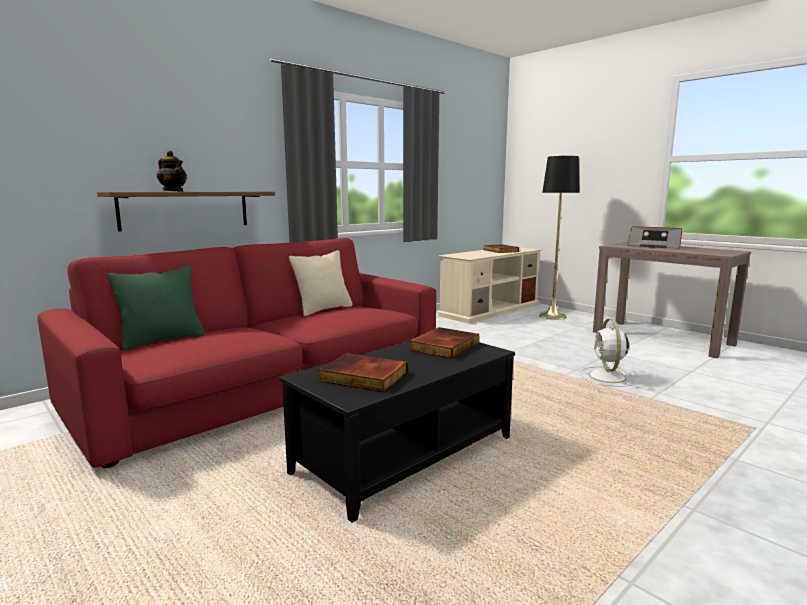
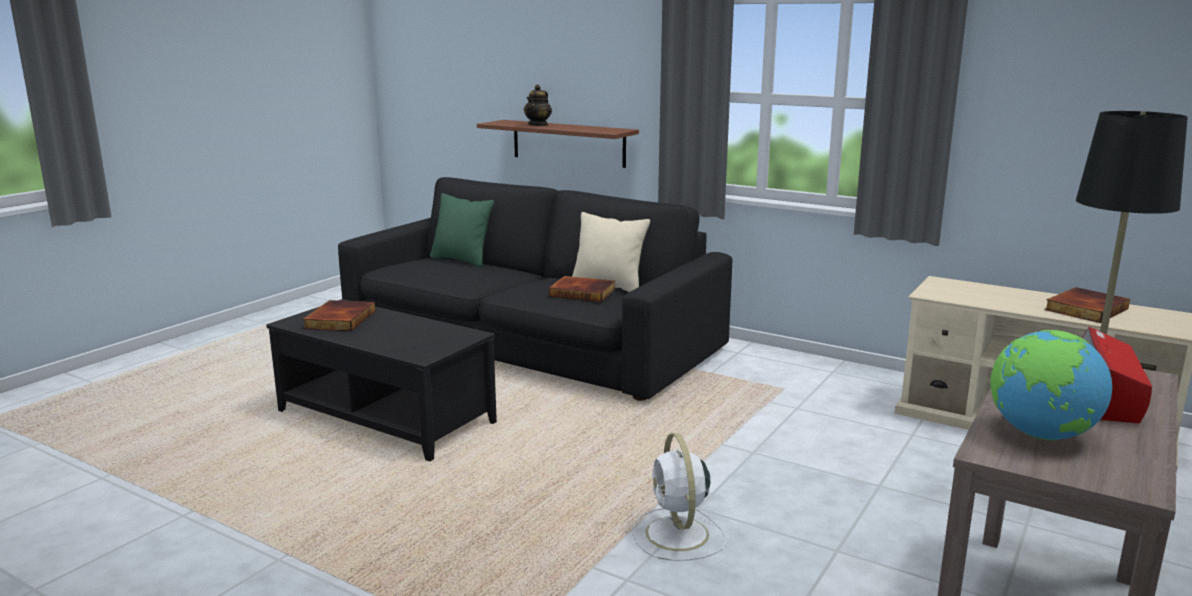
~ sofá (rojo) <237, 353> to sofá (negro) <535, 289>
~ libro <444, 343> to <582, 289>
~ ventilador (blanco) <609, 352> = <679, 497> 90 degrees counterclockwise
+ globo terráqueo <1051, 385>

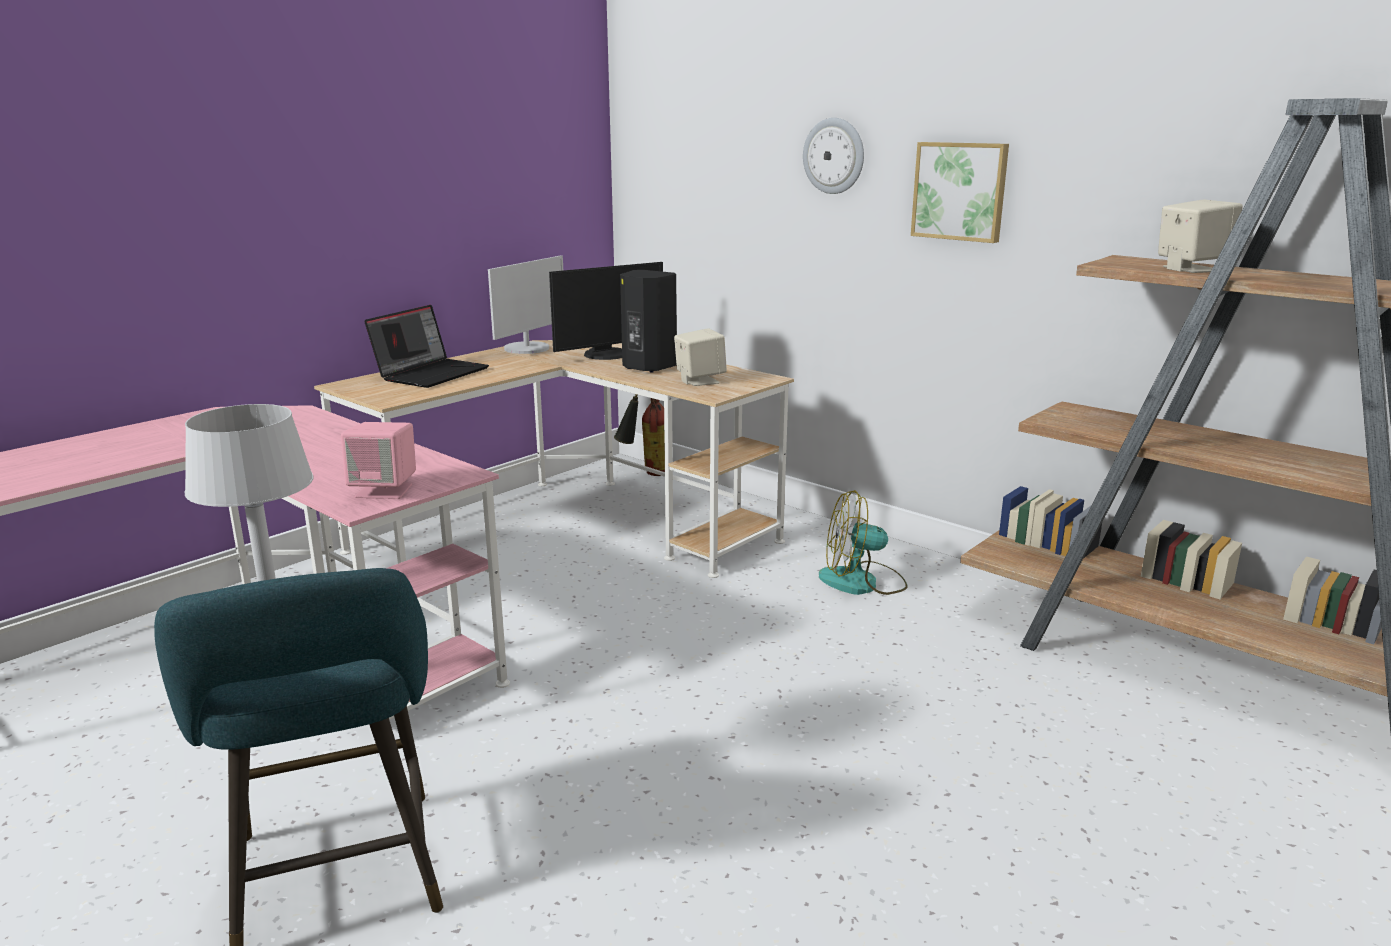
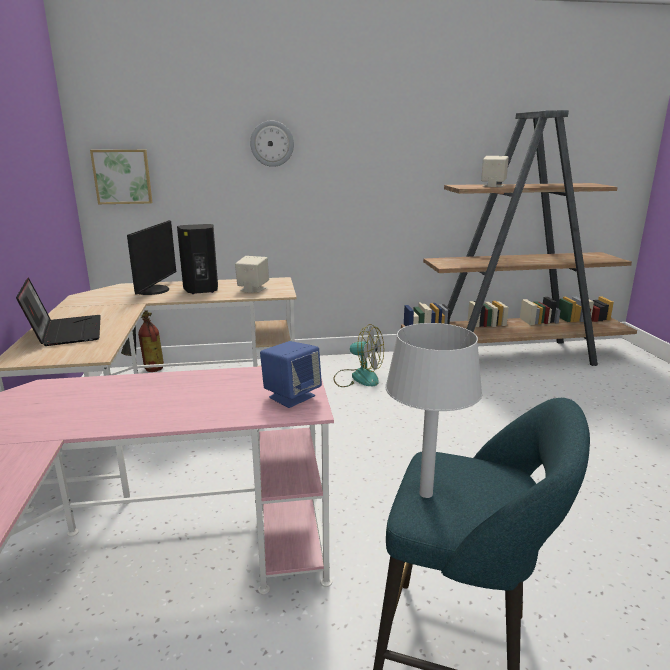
~ altavoz (rosa) <378, 460> to altavoz (azul) <291, 374>
- monitor <525, 304>
~ ventilador <863, 542> = <358, 355> 105 degrees counterclockwise
~ cuadro <960, 192> to <121, 177>

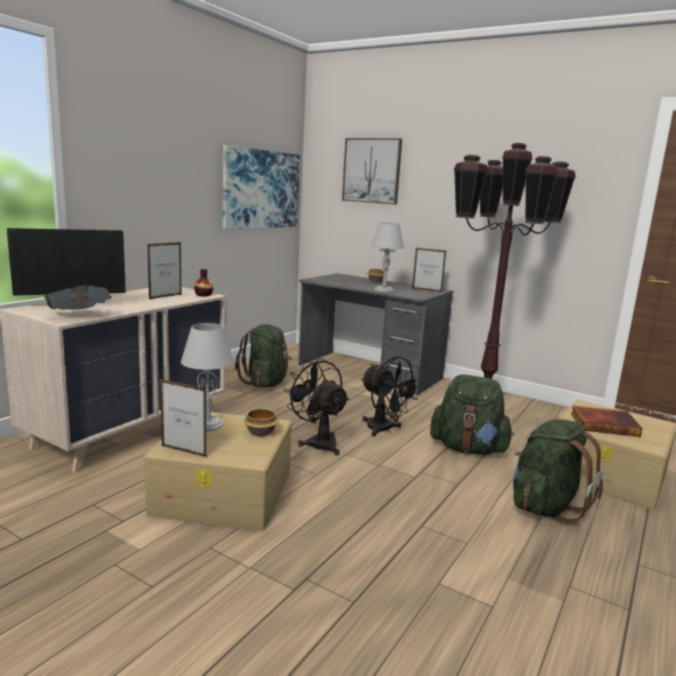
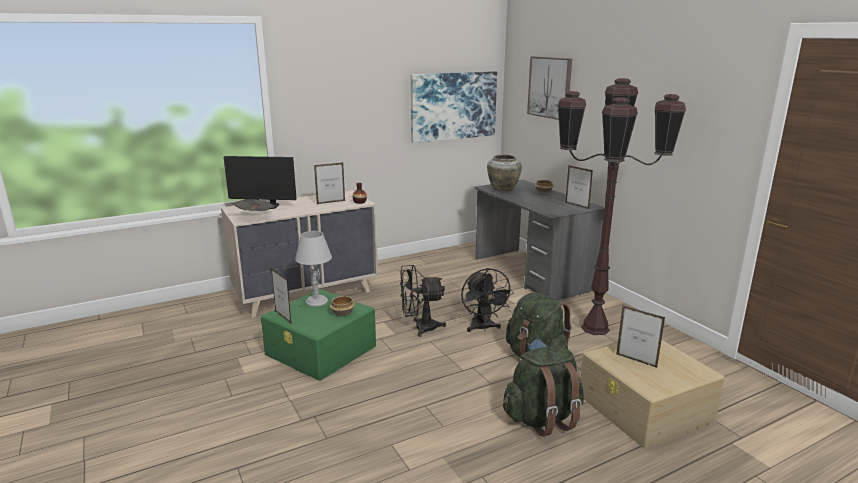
~ caja de almacenaje (beis) <218, 471> to caja de almacenaje (verde) <318, 335>
- mochila (verde) <263, 355>
~ ventilador (negro) <316, 407> = <423, 301> 90 degrees counterclockwise
- lámpara de mesa (gris) <387, 257>
~ libro <606, 421> to portarretratos <640, 337>
+ florero (beis) <504, 172>

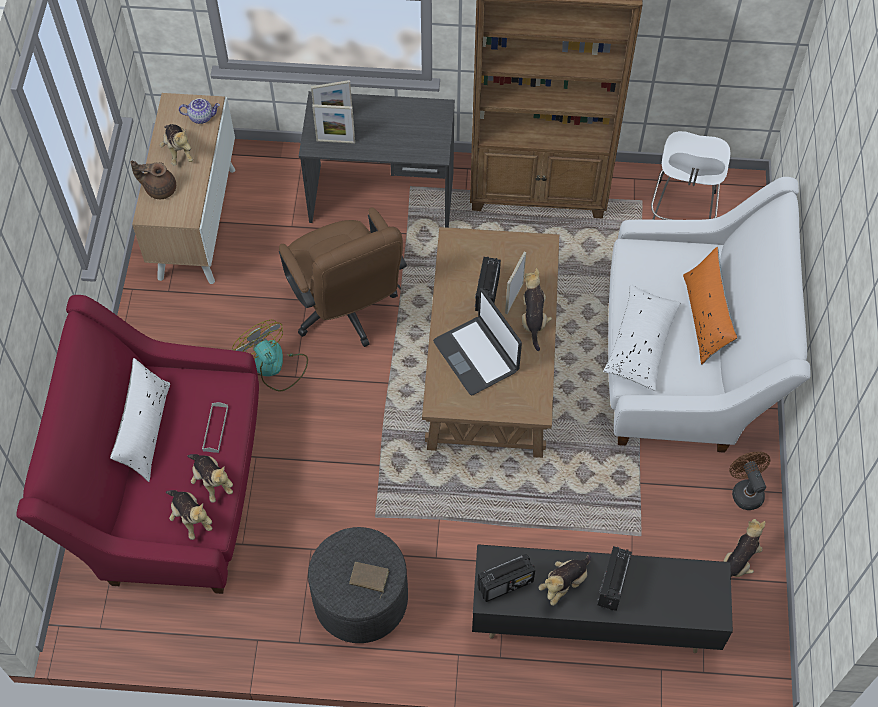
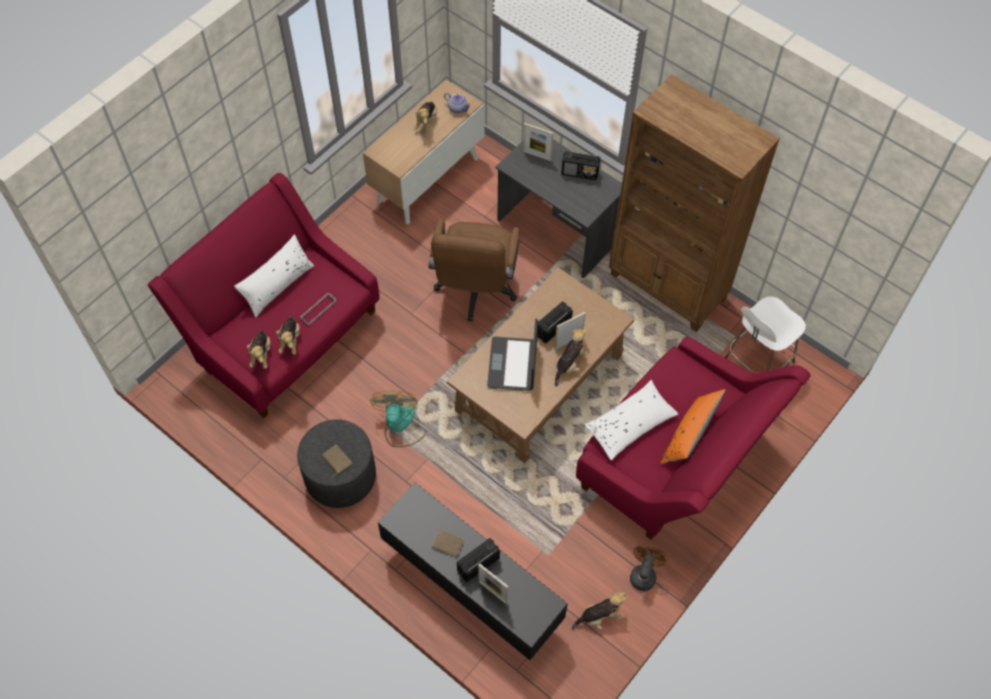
- tetera (marrón) <153, 180>
~ ventilador <270, 355> to <398, 419>
~ portarretratos <333, 124> to <493, 584>
~ radio <506, 578> to <581, 165>
~ peluche <565, 580> to libro (marrón) <447, 541>
~ sofá (blanco) <709, 315> to sofá (rojo) <693, 438>

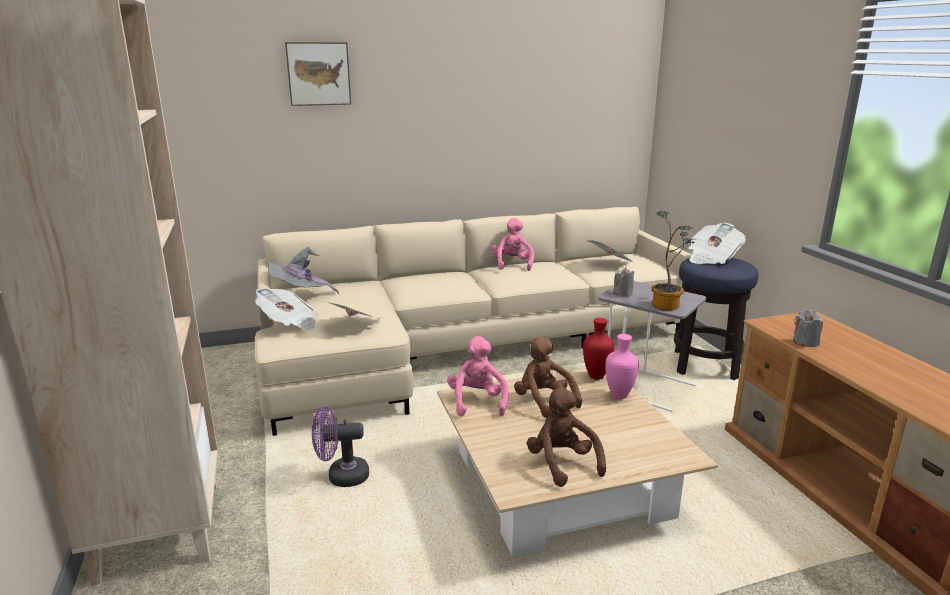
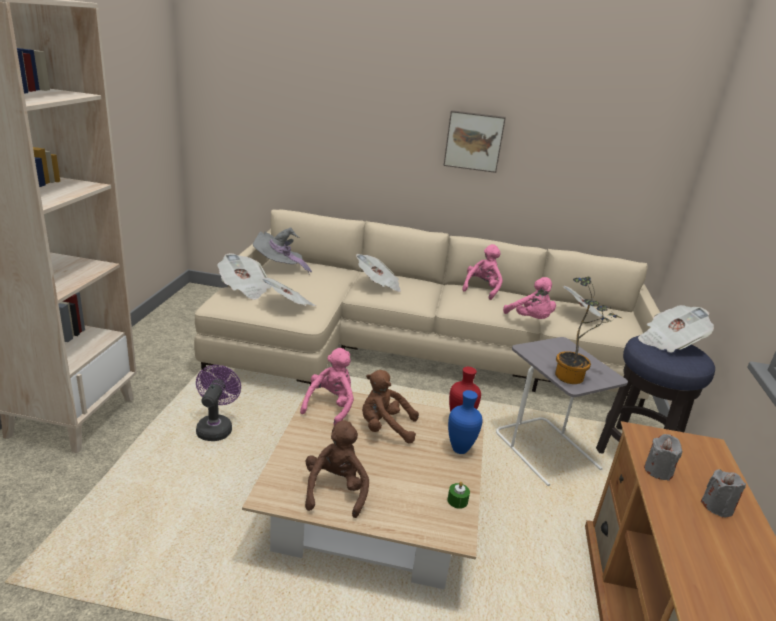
~ cuadro <318, 74> to <474, 141>
~ ventilador (morado) <340, 446> = <218, 403> 75 degrees clockwise
~ peluche (marrón) <548, 377> = <390, 406> 75 degrees counterclockwise
~ florero (rosa) <622, 366> to florero (azul) <465, 422>
~ vela (gris) <623, 282> to <723, 493>
+ periódico <378, 273>
+ vela (verde) <458, 495>
+ peluche (rosa) <529, 298>

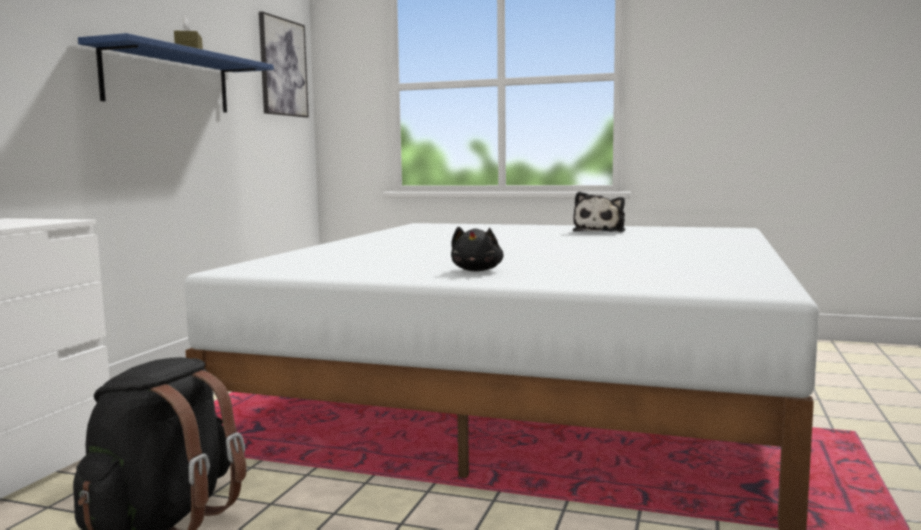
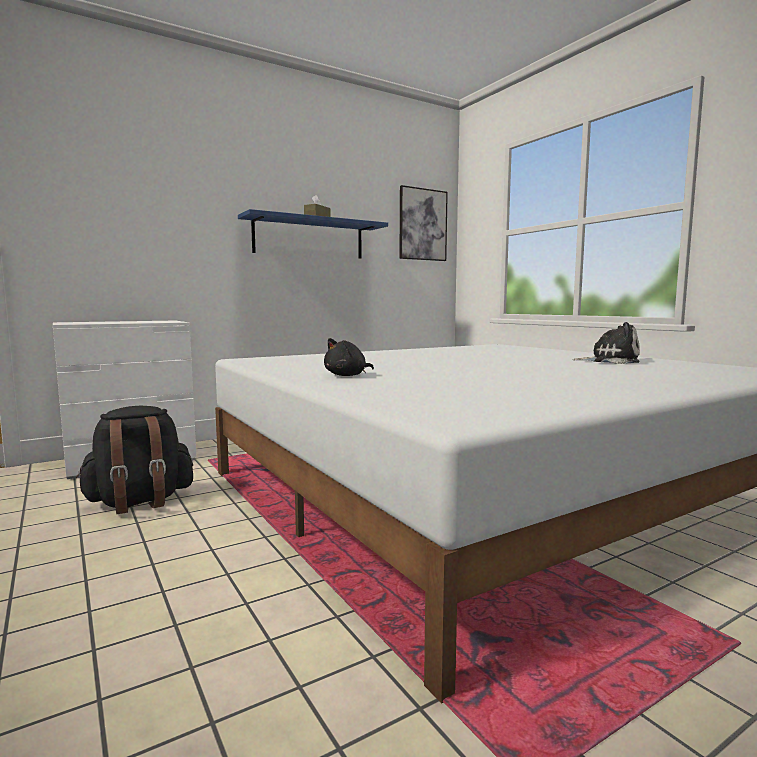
~ peluche <599, 211> = <606, 343> 135 degrees counterclockwise

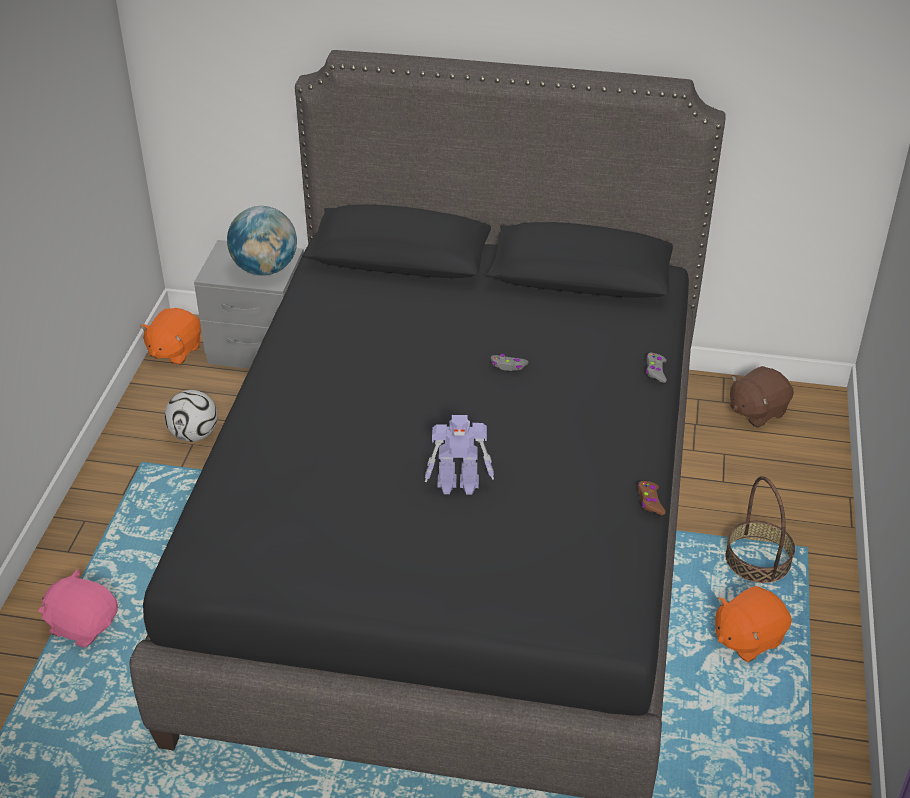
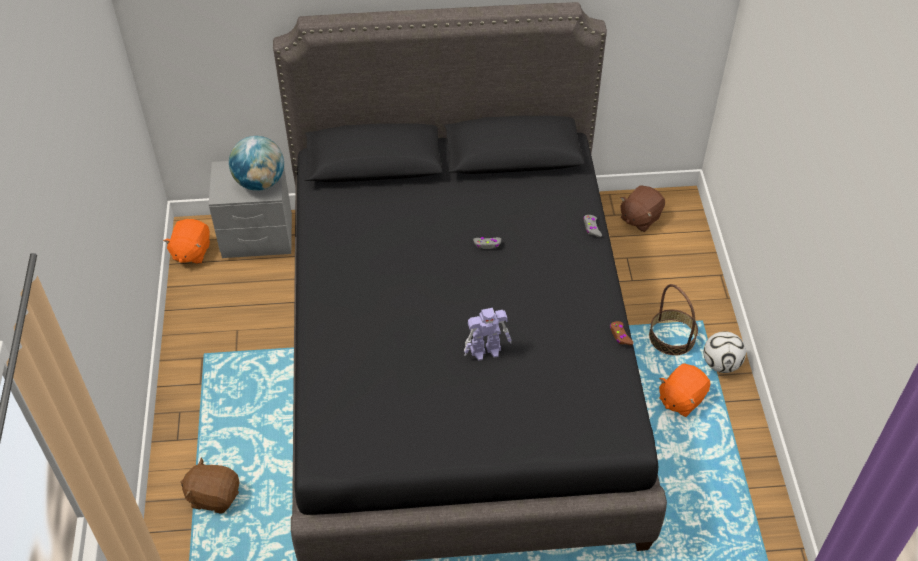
~ peluche (rosa) <78, 608> to peluche (marrón) <210, 485>
~ balón de fútbol <191, 416> to <725, 352>

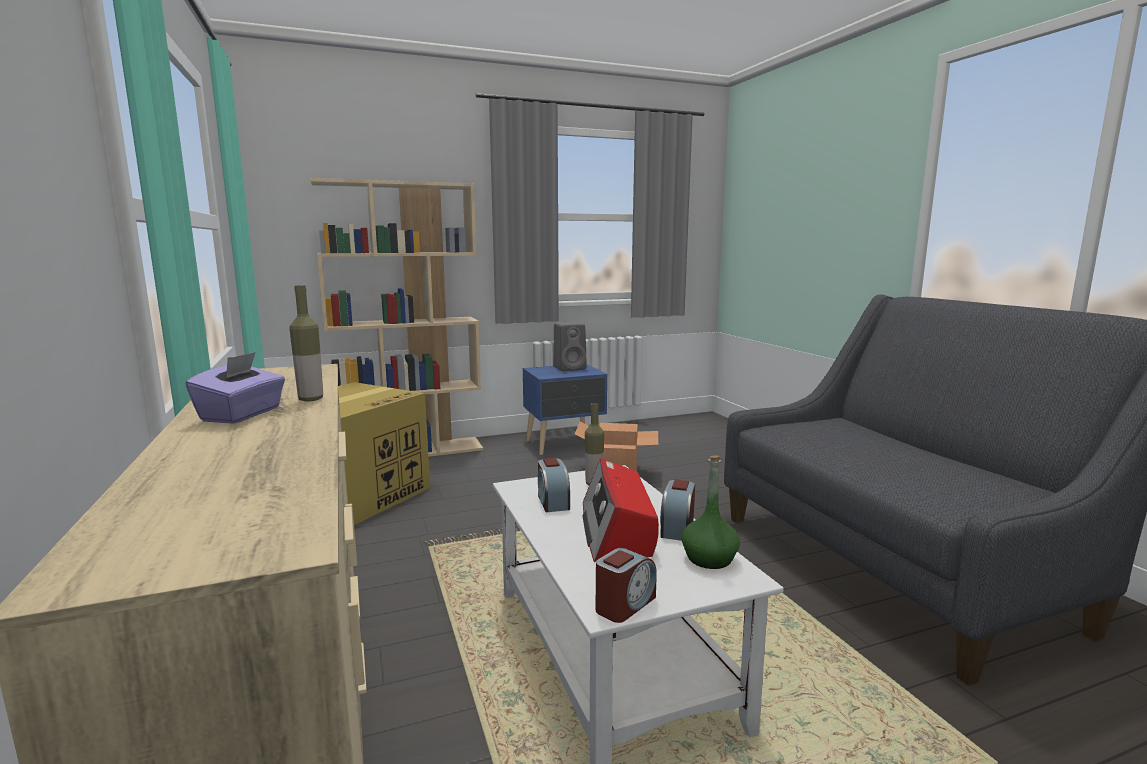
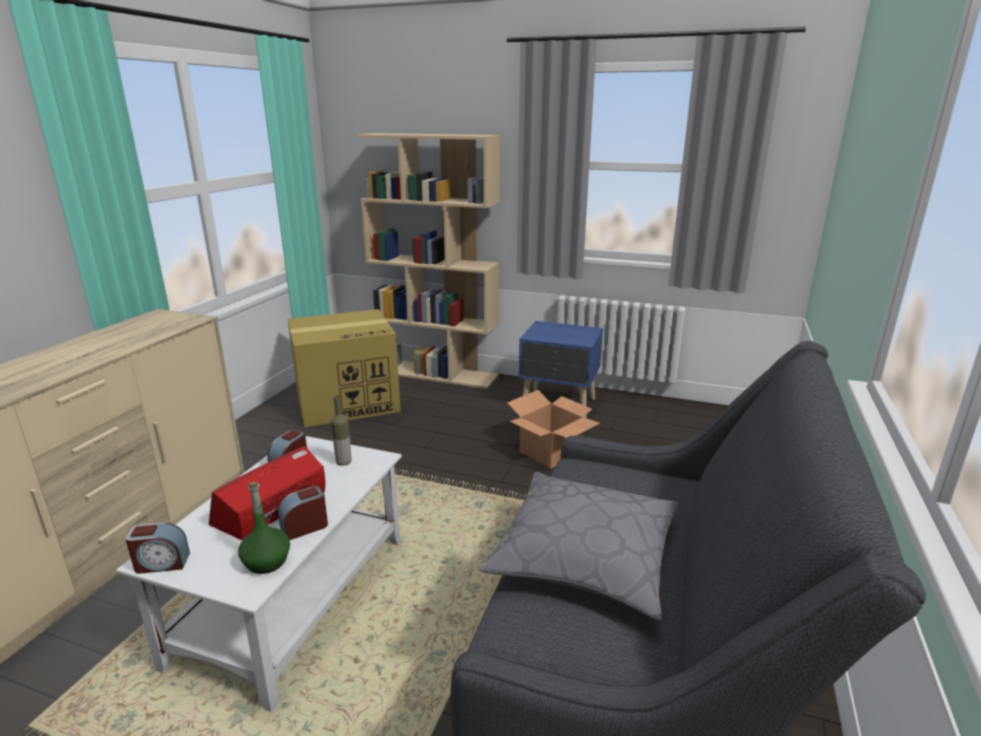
- caja de pañuelos (morado) <235, 388>
- botella <306, 343>
- altavoz (gris) <570, 346>
+ cojín (gris) <580, 546>

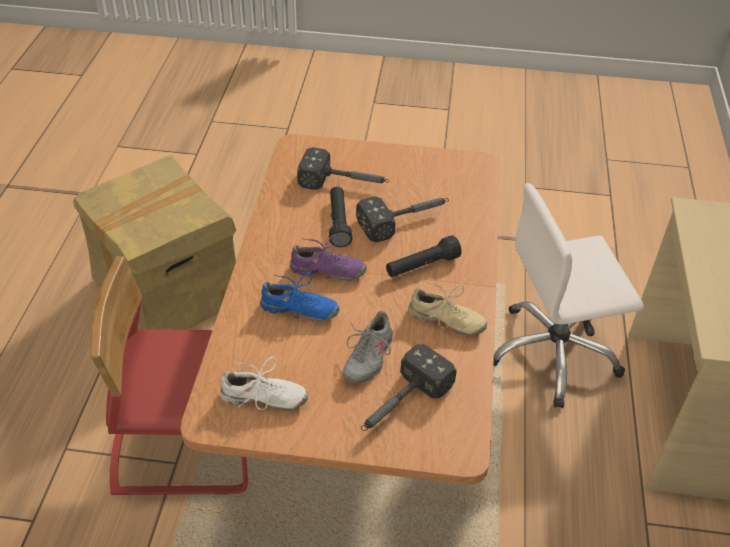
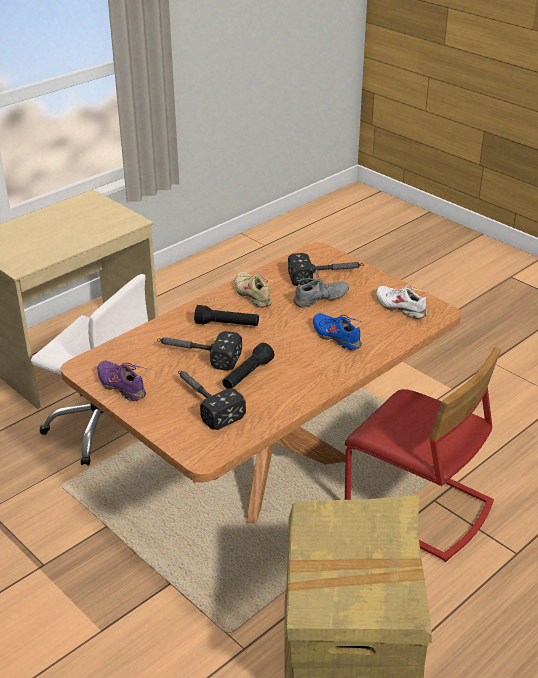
~ zapato (morado) <328, 257> to <121, 380>

